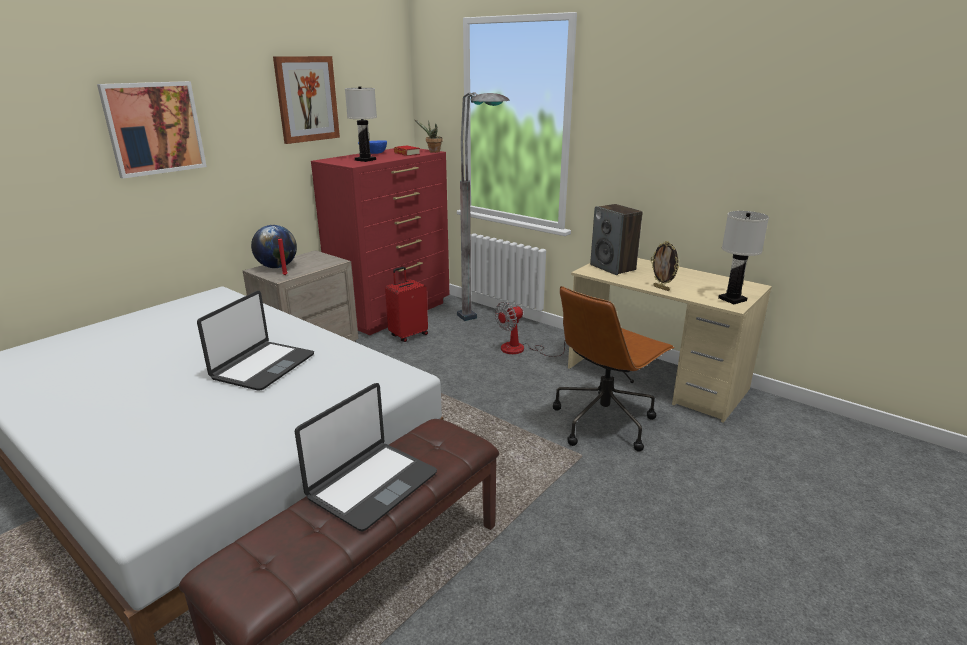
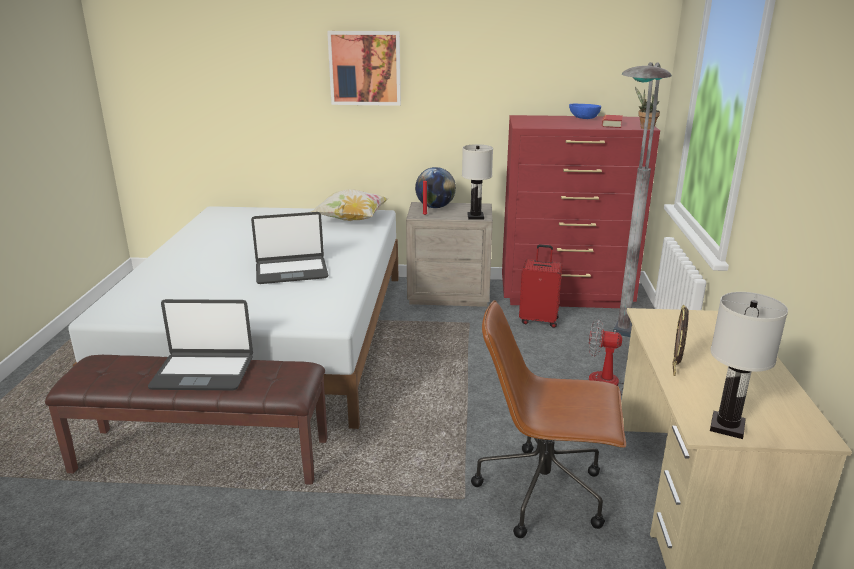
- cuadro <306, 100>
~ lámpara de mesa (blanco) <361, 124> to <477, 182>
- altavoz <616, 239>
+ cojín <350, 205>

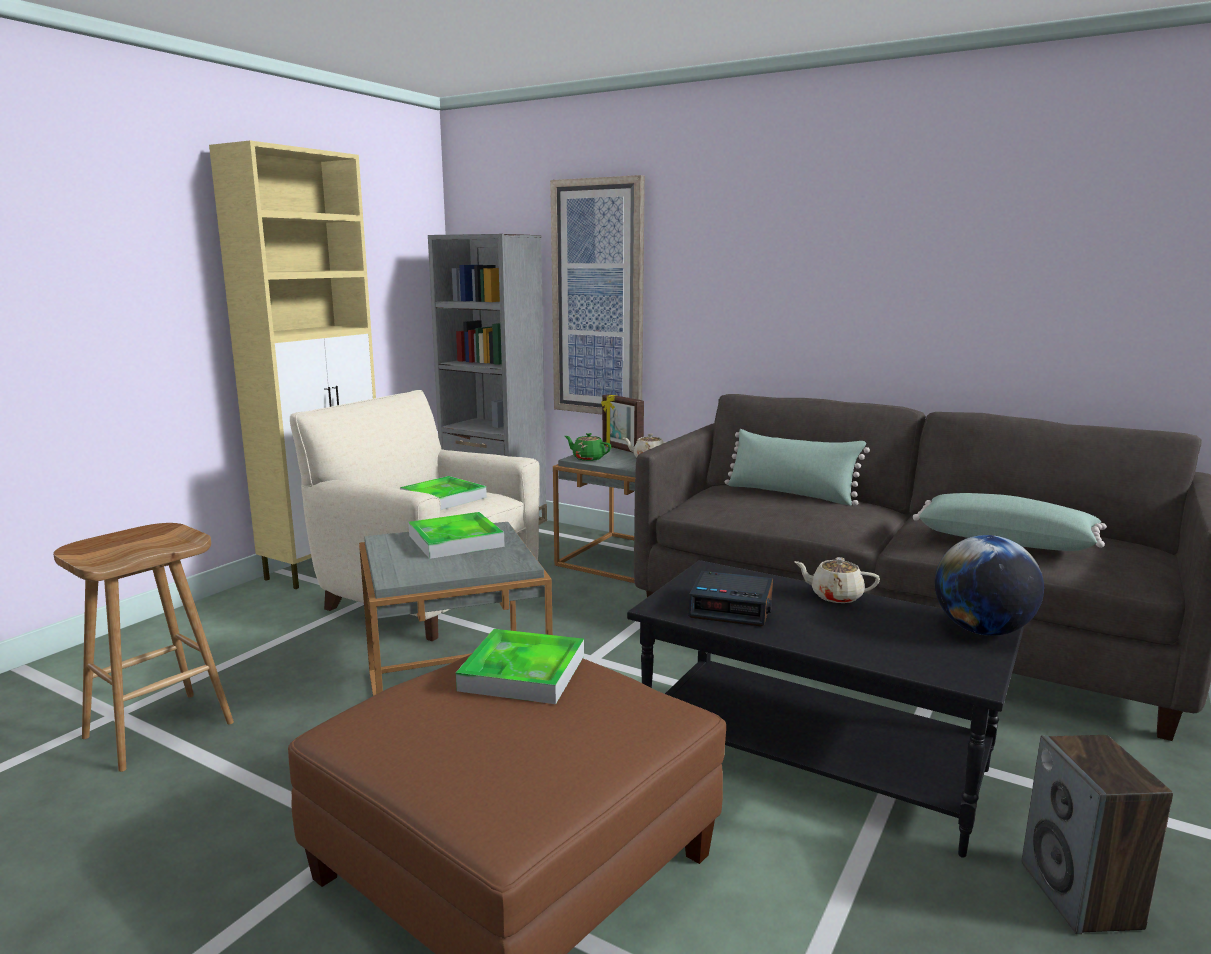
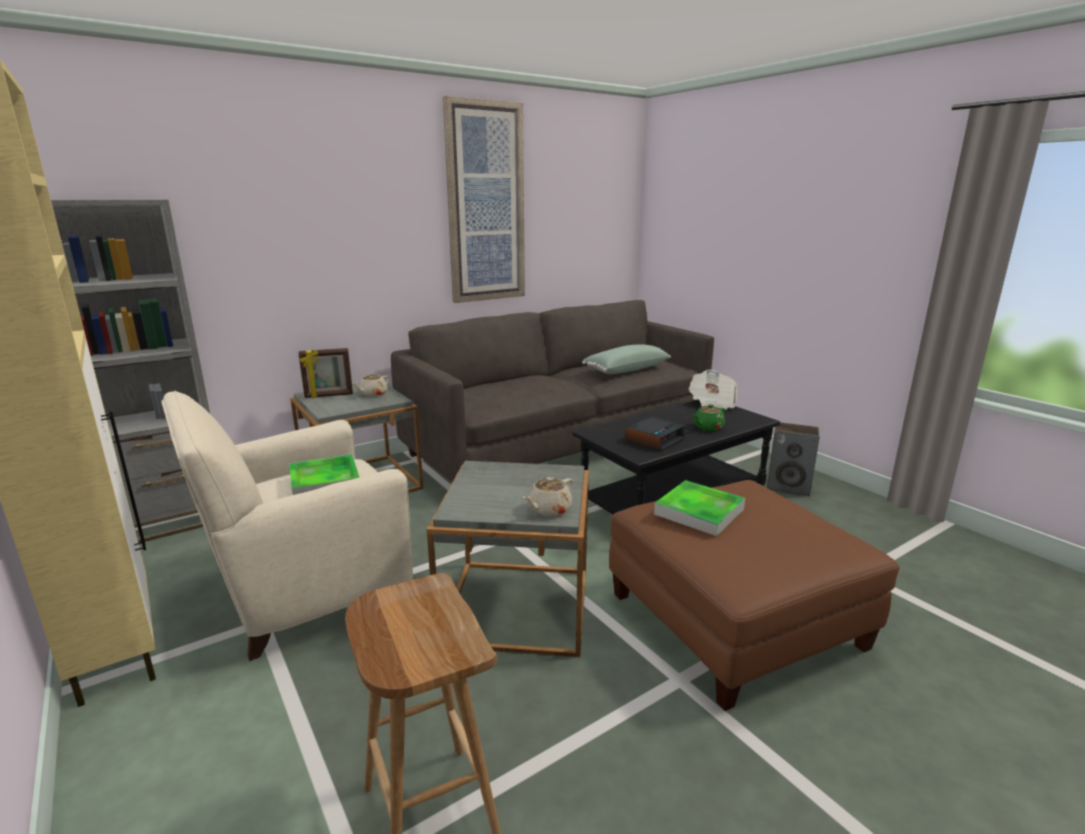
- bandeja <456, 535>
~ cuadro <597, 295> to <484, 199>
~ tetera (verde) <588, 447> to <709, 417>
- cojín (verde) <797, 467>
~ tetera (beis) <837, 580> to <548, 497>
~ globo terráqueo <989, 585> to periódico <713, 390>

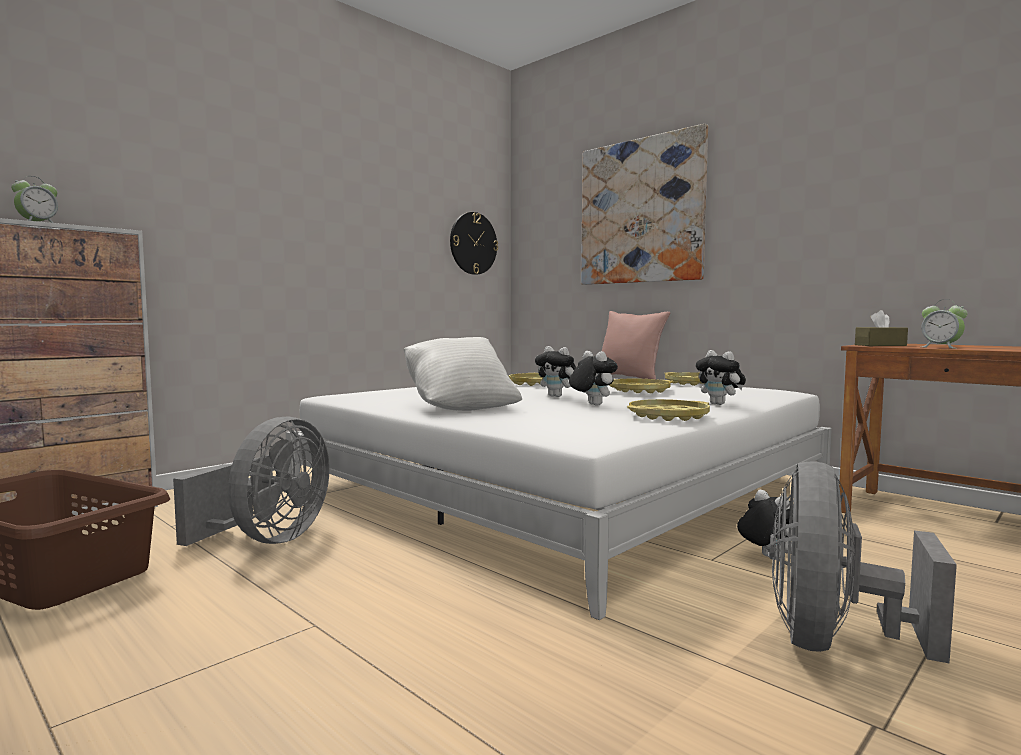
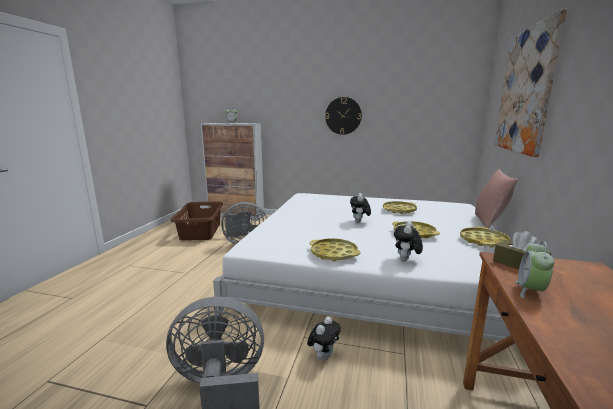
- cojín (blanco) <463, 374>
~ reloj de pared <474, 243> to <343, 116>
- peluche <593, 378>

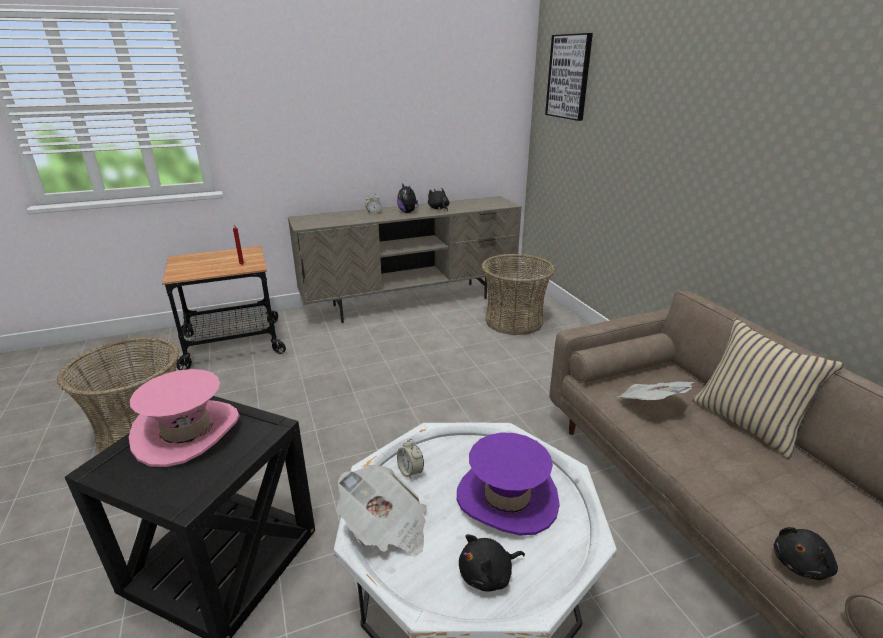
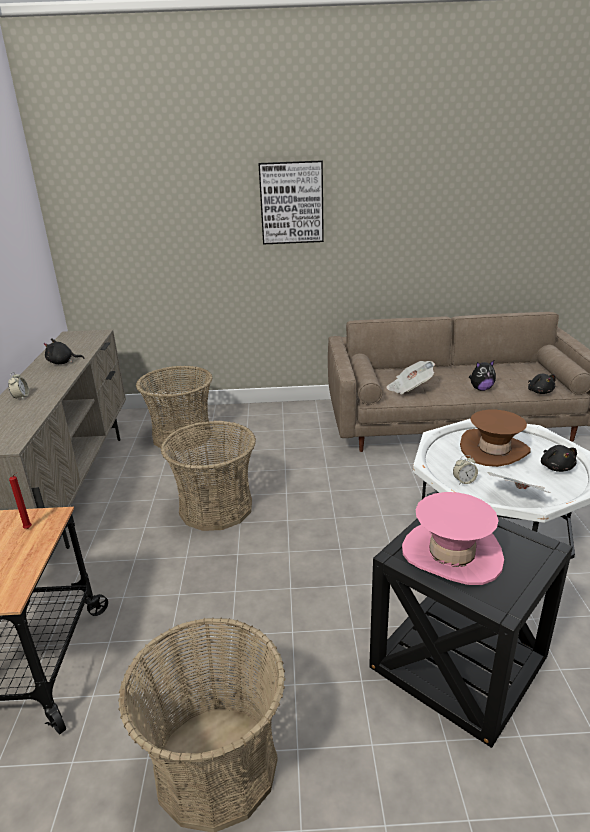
~ peluche <408, 198> to <482, 375>
~ sombrero (morado) <508, 484> to sombrero (marrón) <495, 438>
~ cuadro <569, 77> to <291, 202>
- cojín (beis) <768, 389>
+ cesta <208, 476>

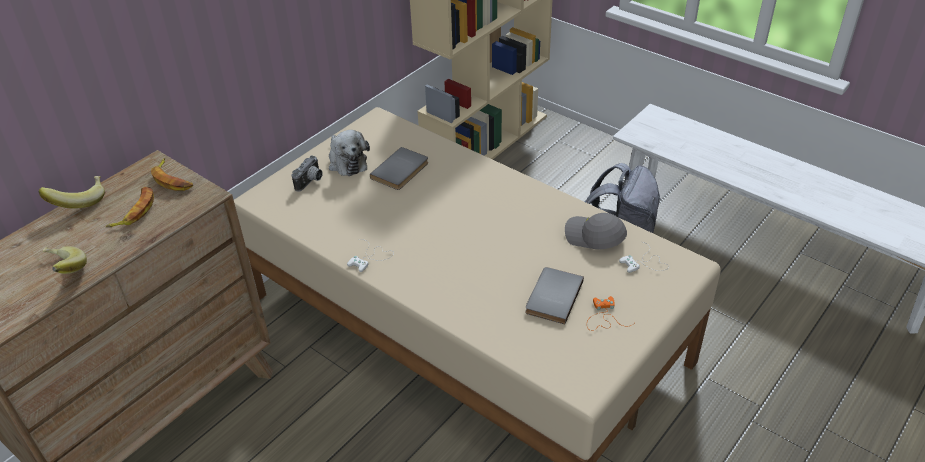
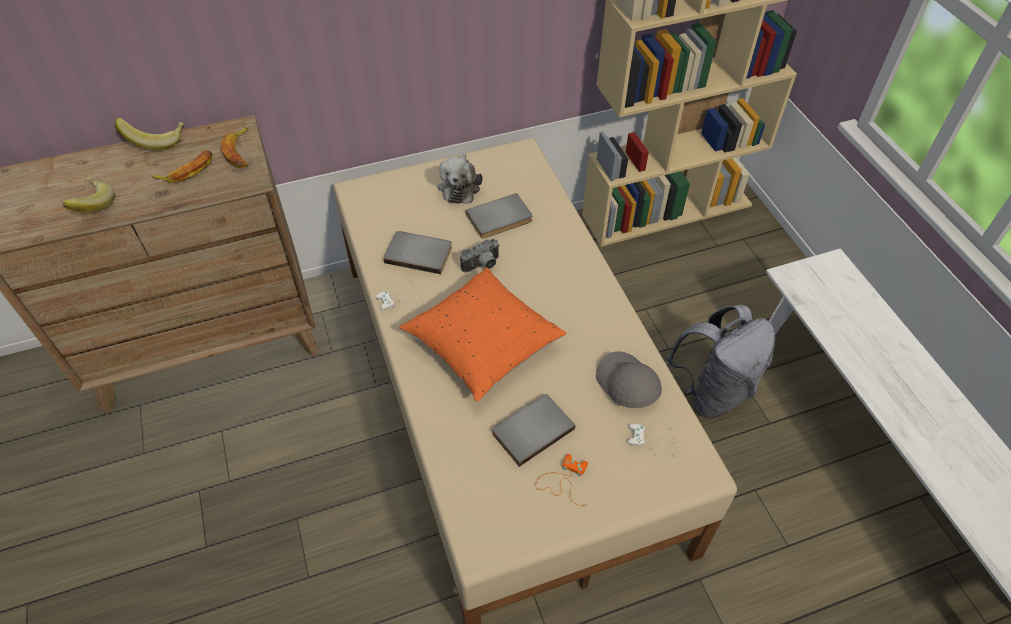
~ cámara <307, 173> to <480, 256>
+ libro (gris) <417, 252>
+ cojín (naranja) <482, 334>

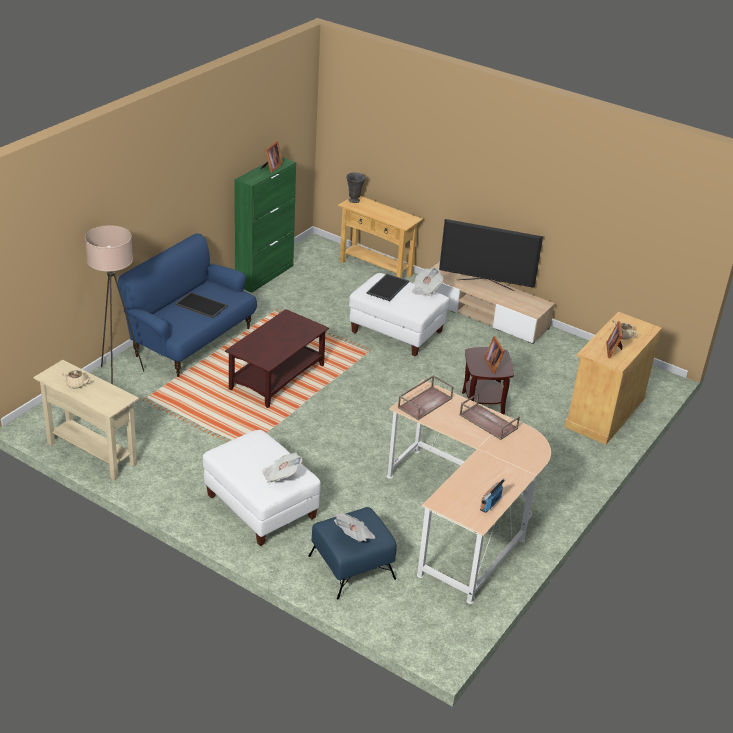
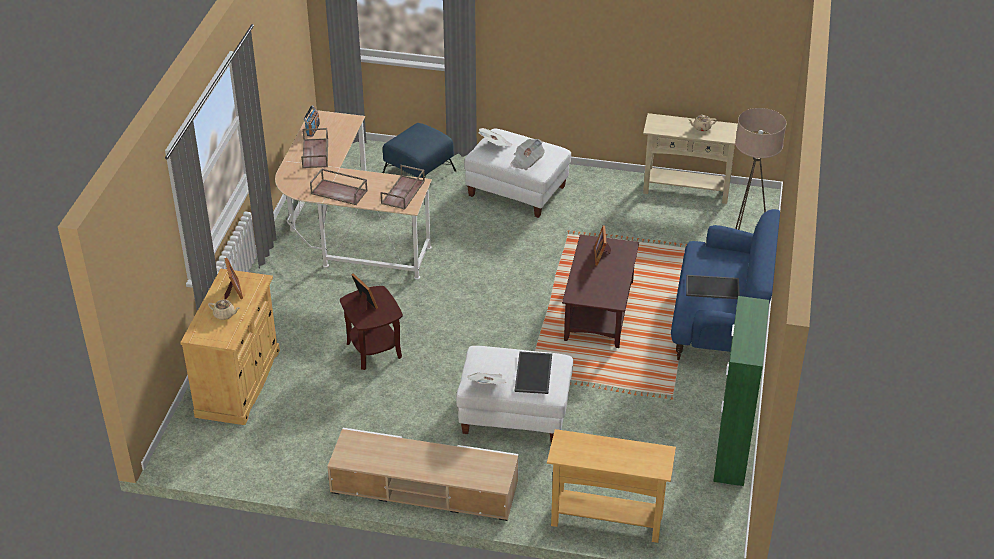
~ portarretratos <272, 157> to <602, 245>
~ periódico <355, 527> to <527, 154>
- florero (gris) <356, 187>
- televisor <491, 255>
+ bandeja (marrón) <314, 148>

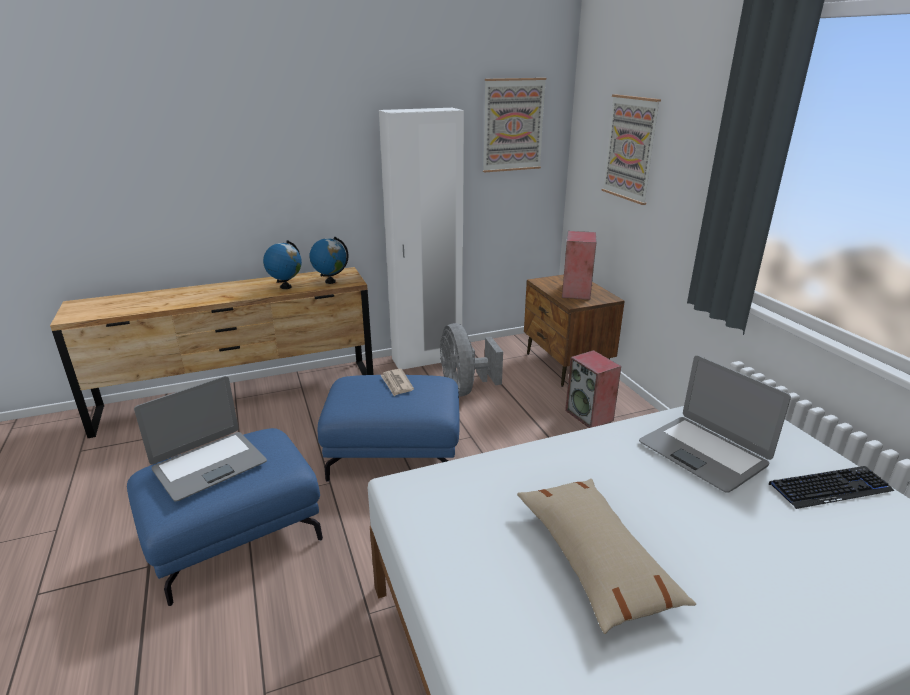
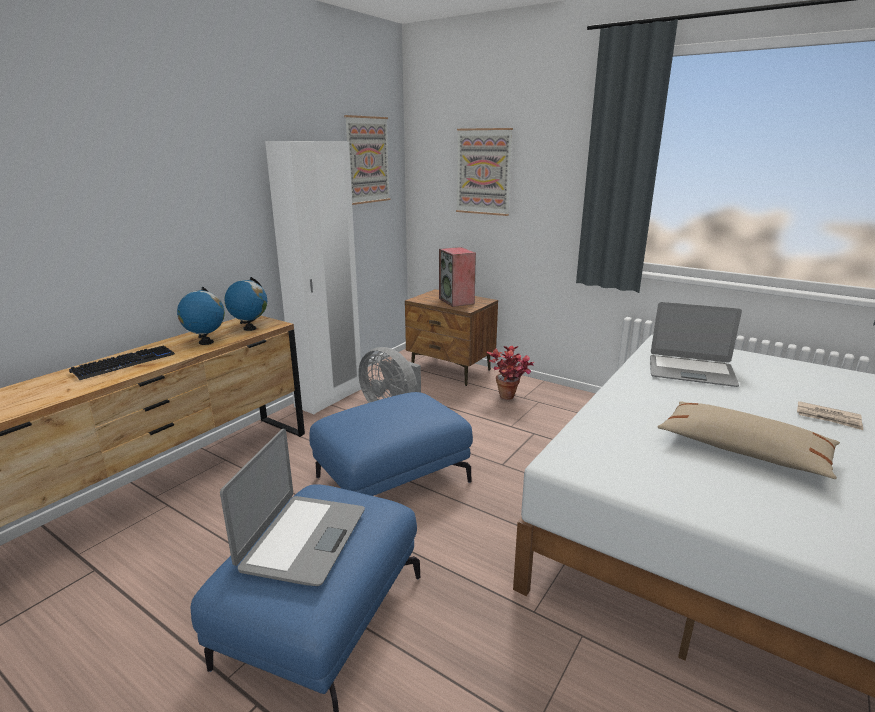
~ periódico <397, 382> to <830, 415>
~ altavoz <593, 389> to planta en maceta <510, 373>
~ teclado <831, 487> to <122, 362>

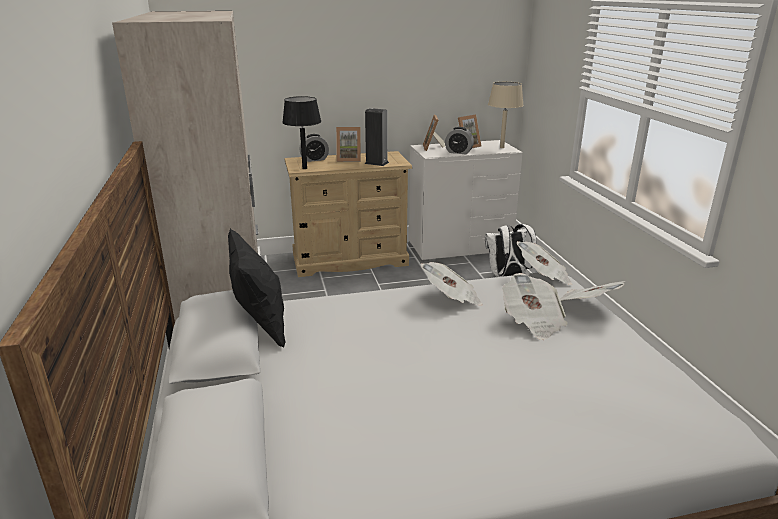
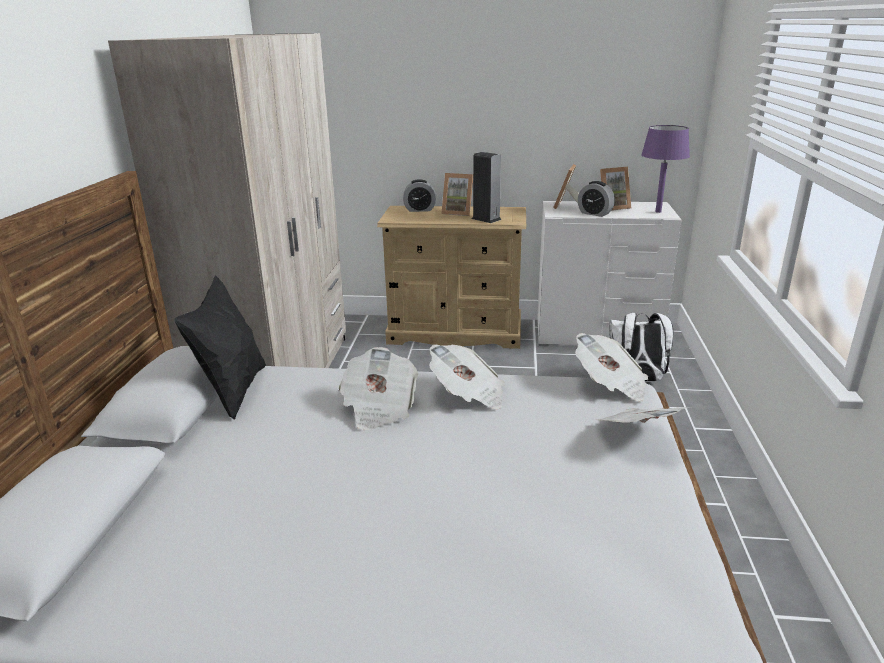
- lámpara de mesa (negro) <301, 132>
~ lámpara de mesa (beis) <506, 115> to lámpara de mesa (morado) <665, 169>
~ periódico <534, 306> to <378, 388>

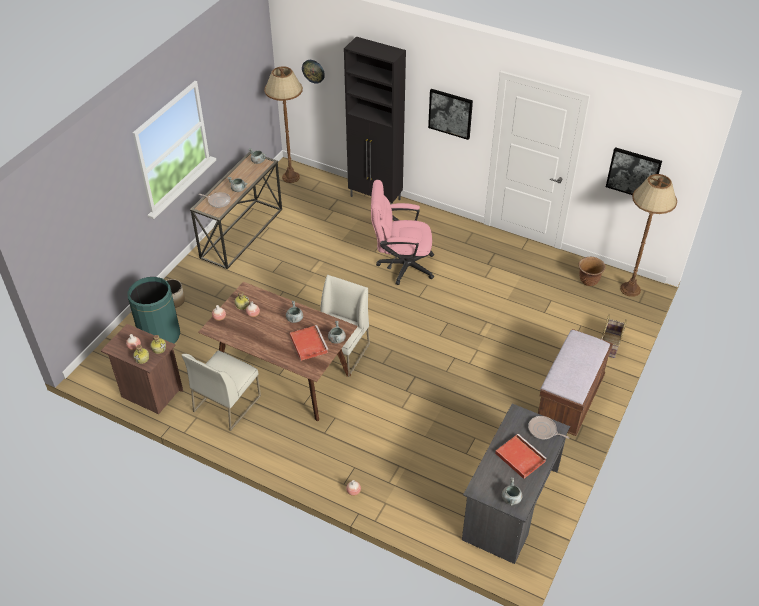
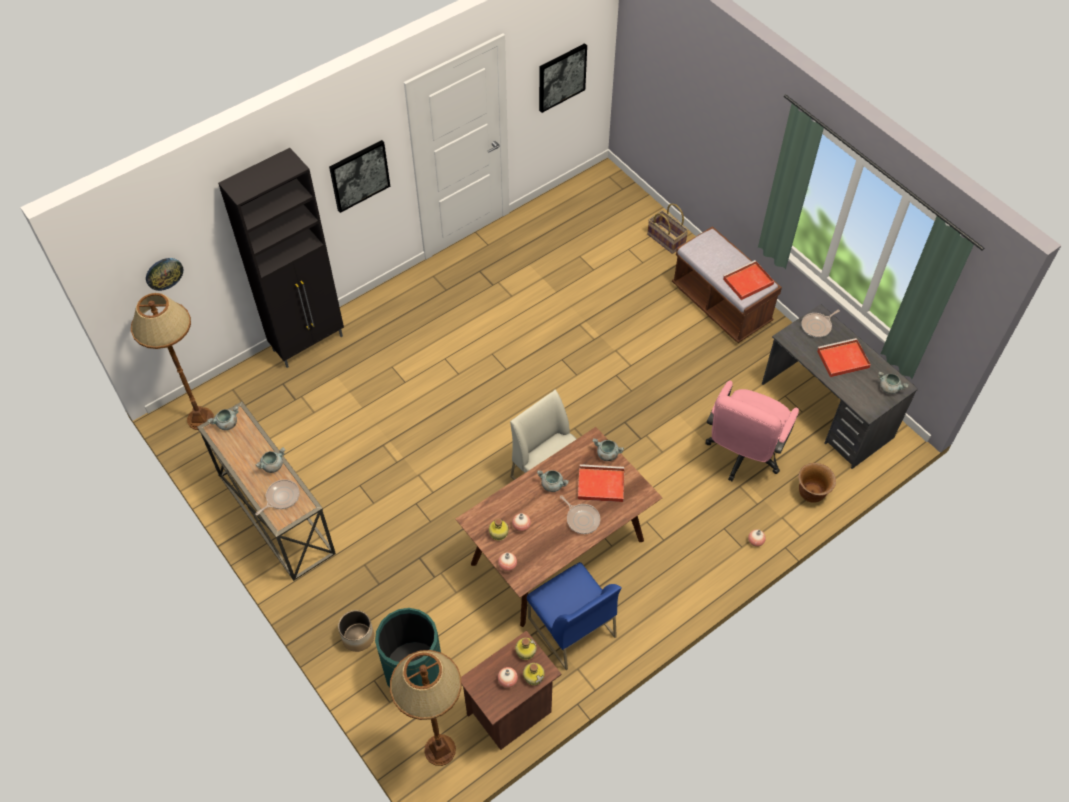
~ silla (blanco) <221, 390> to silla (azul) <574, 616>
~ silla de oficina (rosa) <402, 232> to <752, 431>
~ maceta (marrón) <592, 271> to <817, 483>
~ lámpara de pie (marrón) <648, 235> to <426, 708>
+ sartén <580, 514>
+ bandeja (rojo) <748, 280>

